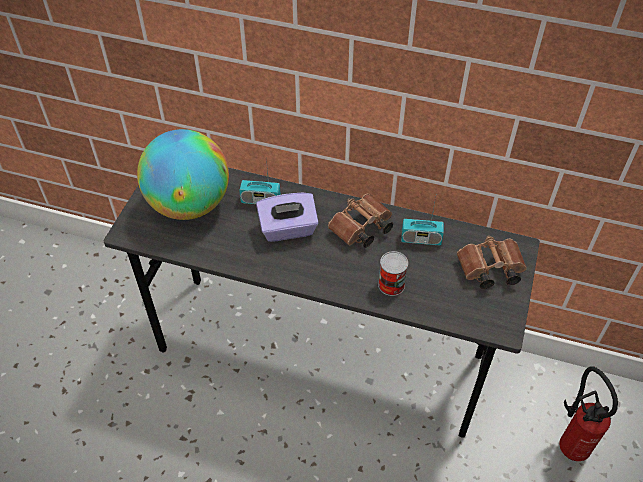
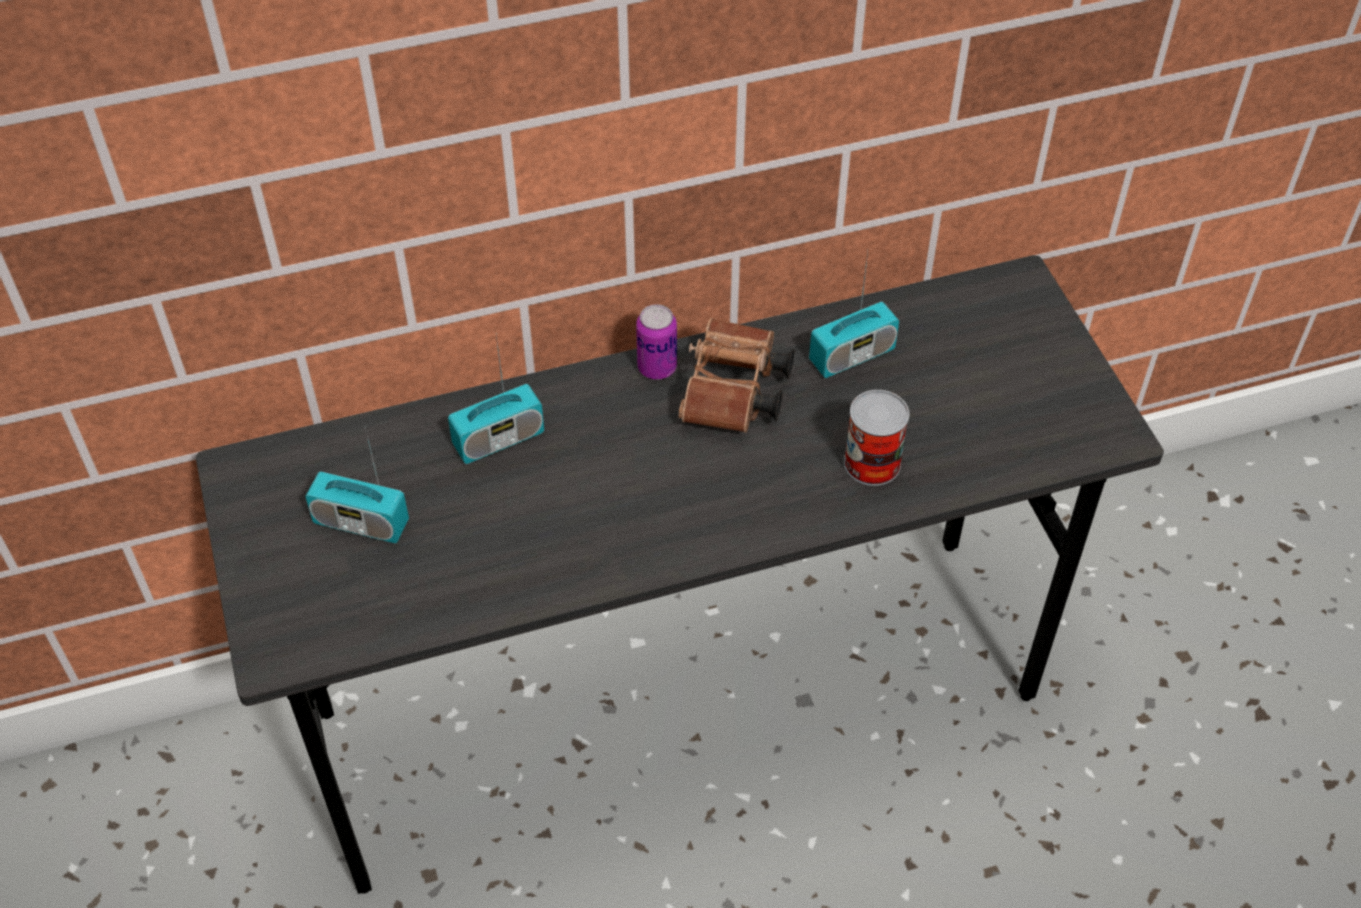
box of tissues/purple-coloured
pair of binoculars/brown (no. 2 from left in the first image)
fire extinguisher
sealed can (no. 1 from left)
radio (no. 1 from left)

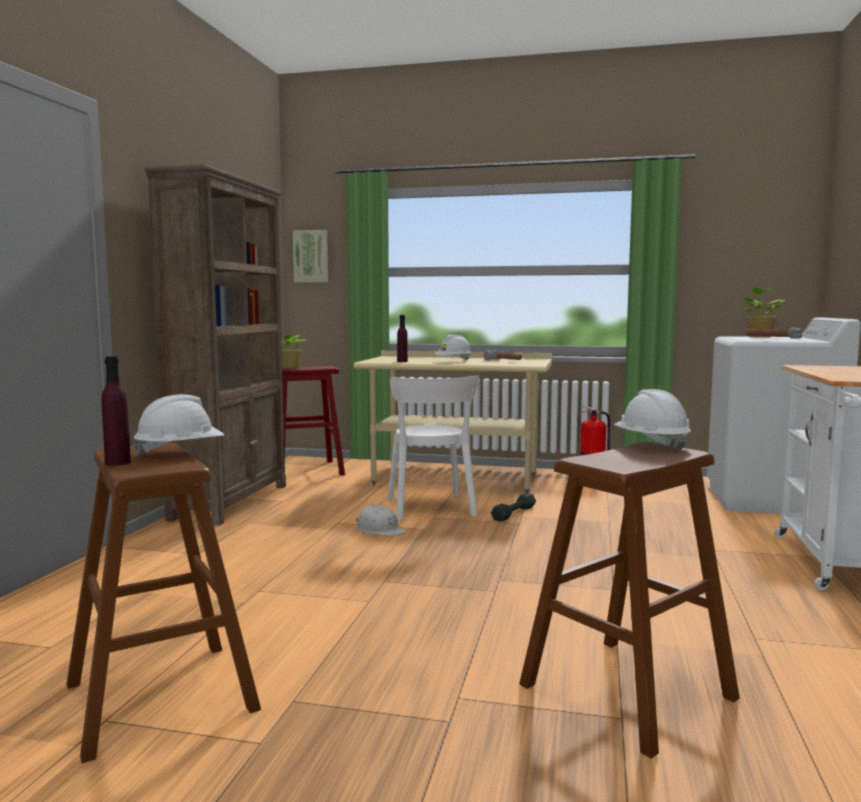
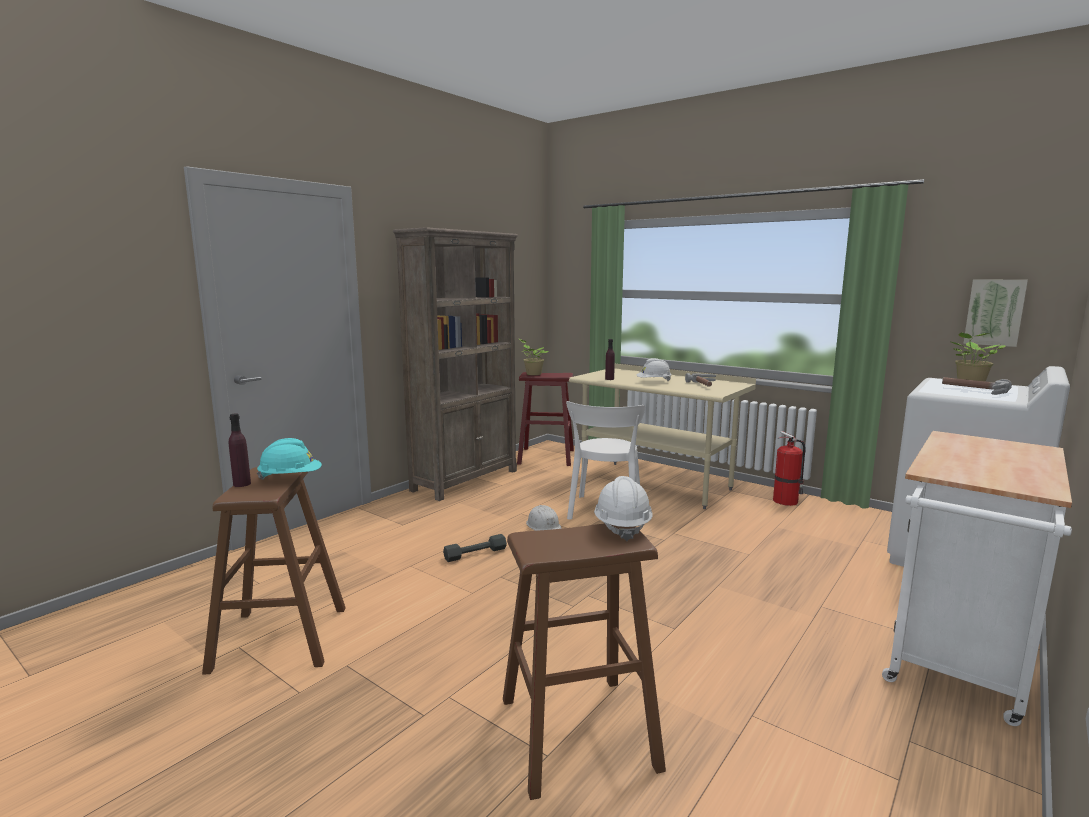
wall picture
hand weight/gray
hard hat/turquoise-coloured

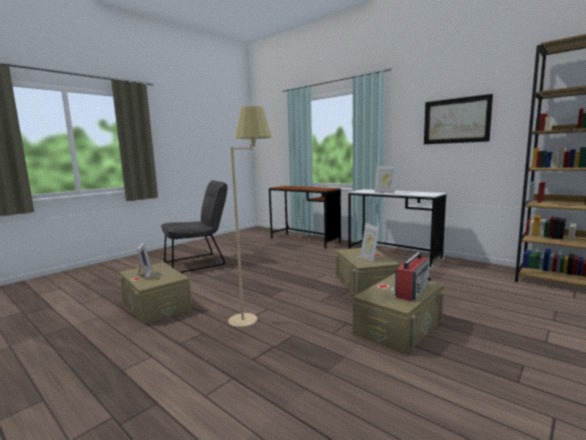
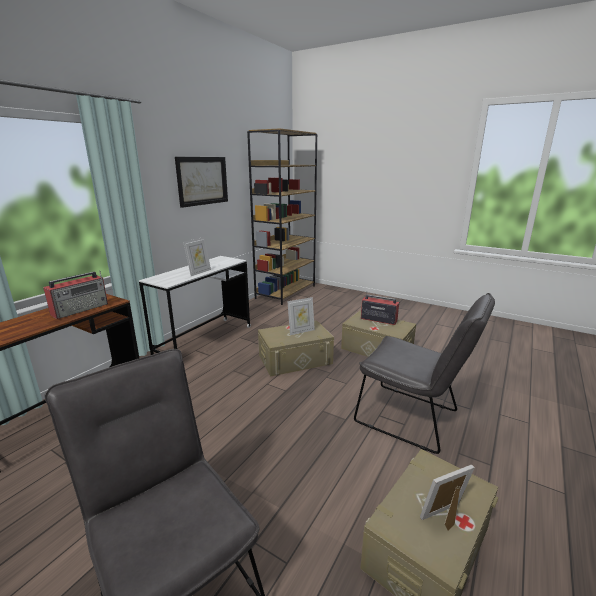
radio (no. 1 from left)
upright chair/gray (no. 2 from left)

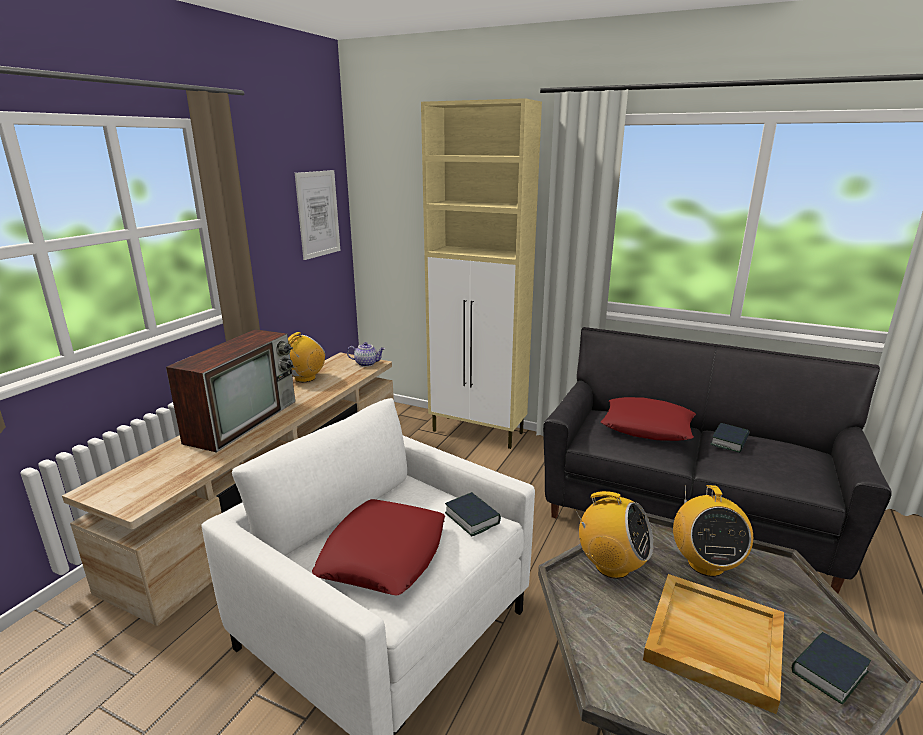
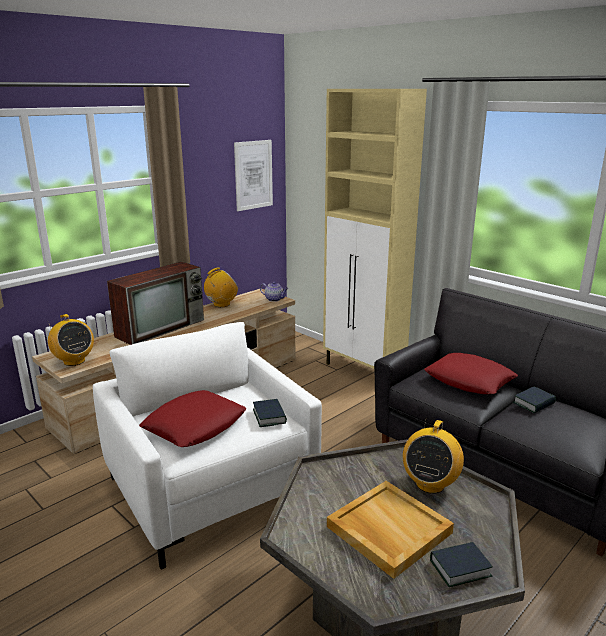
radio (no. 1 from left)

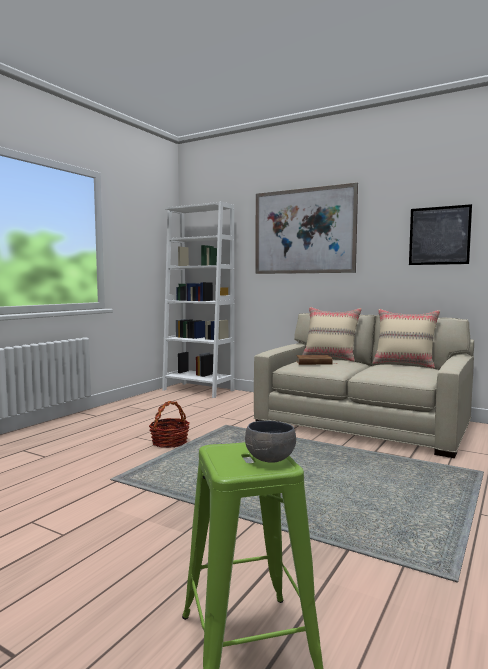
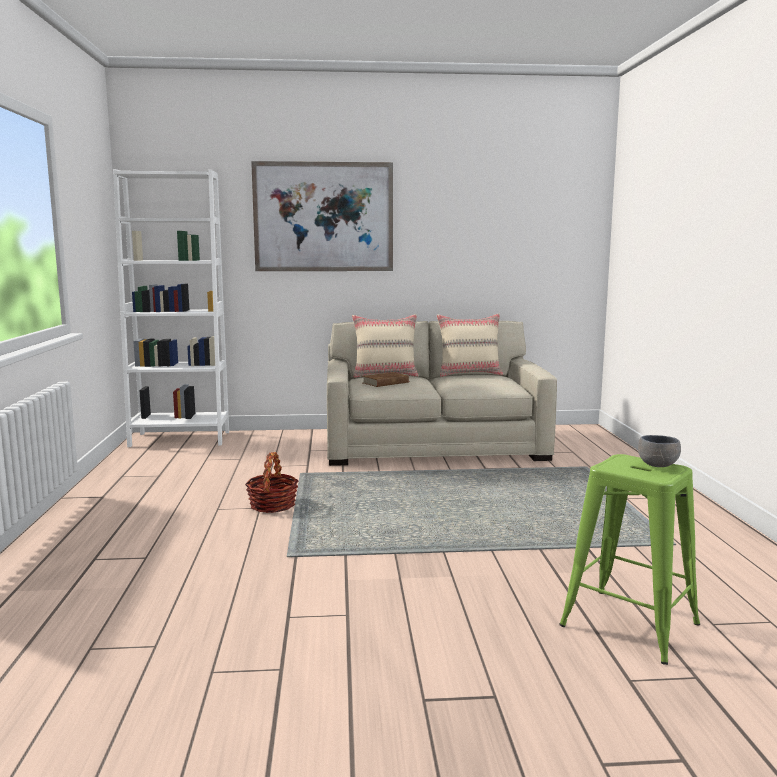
wall picture (no. 2 from left in the first image)

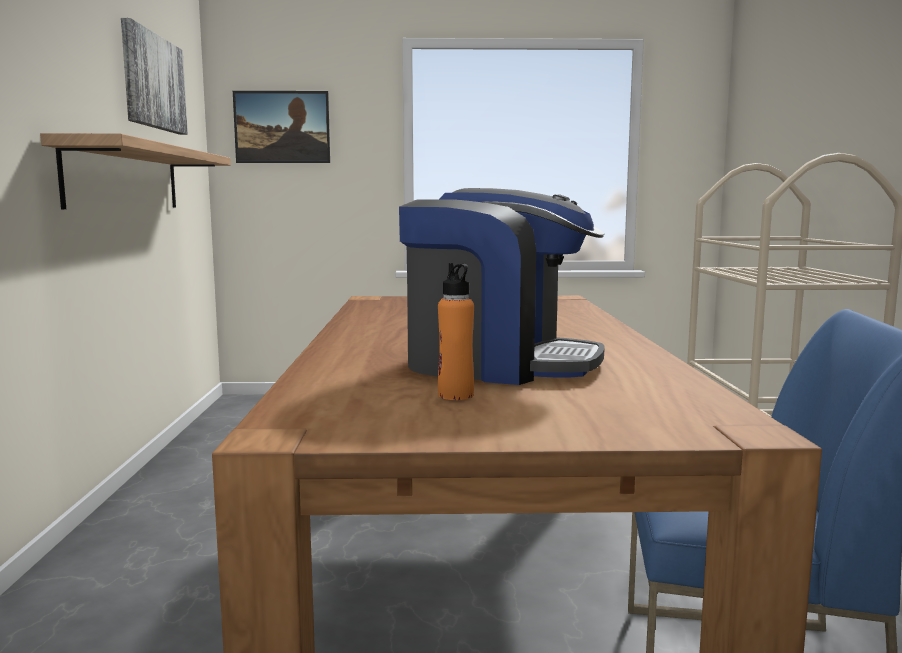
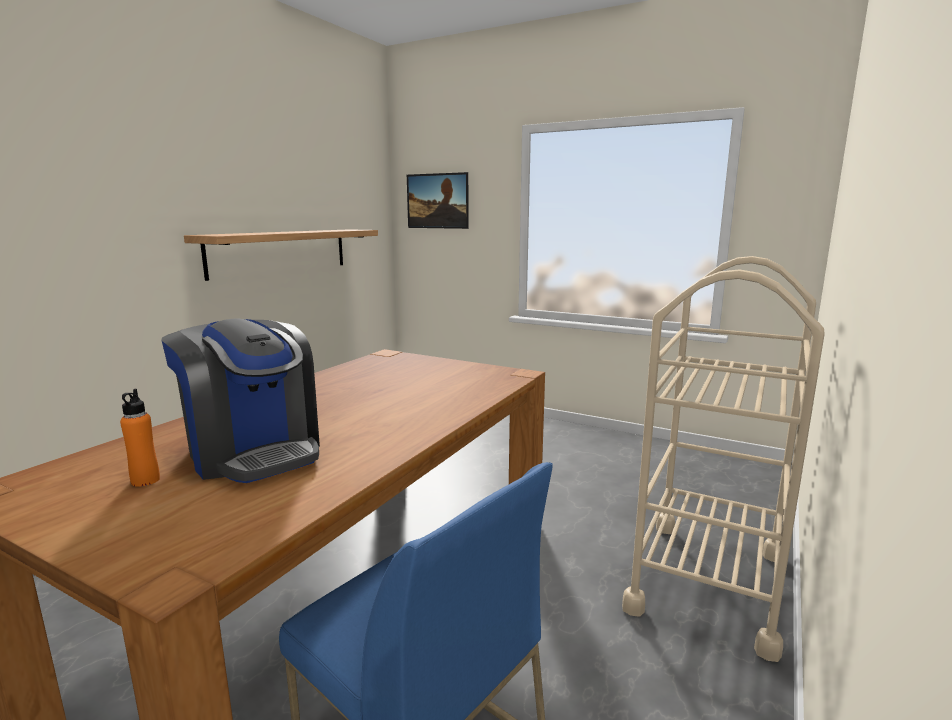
wall picture (no. 1 from left in the first image)

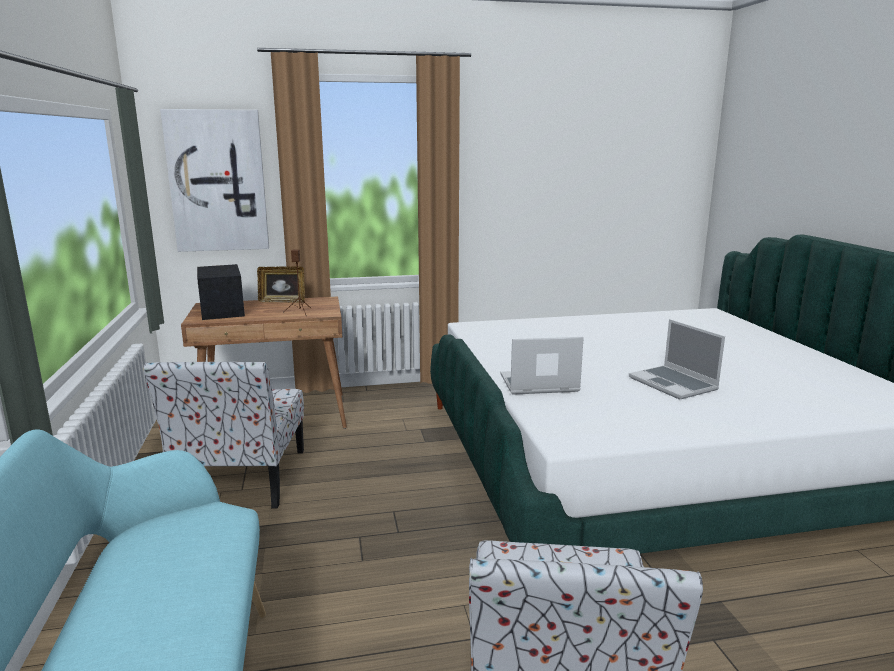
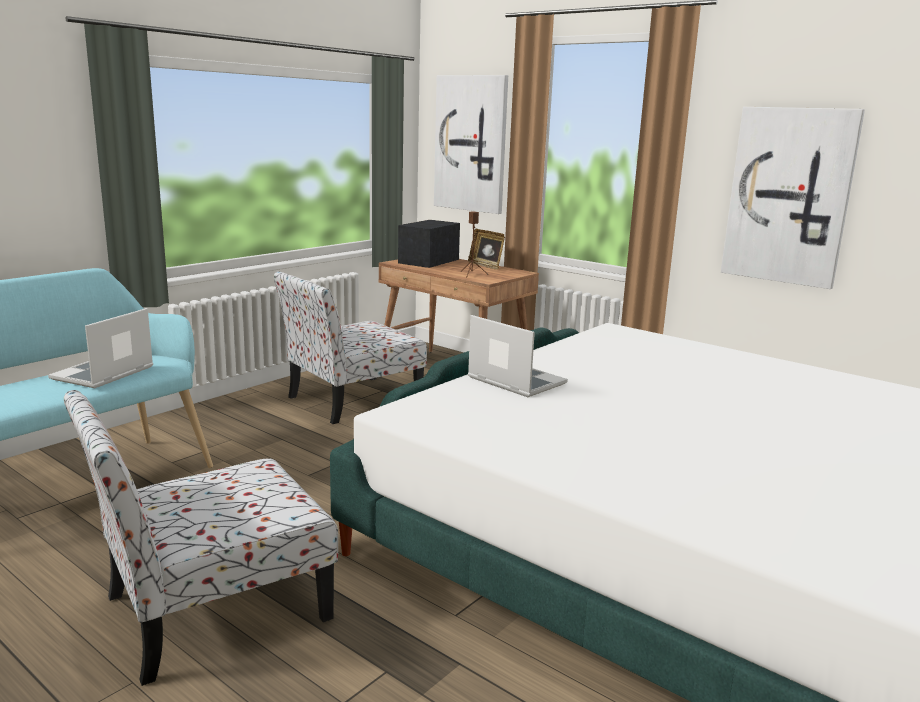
wall picture (no. 2 from left)
portable computer (no. 1 from left)

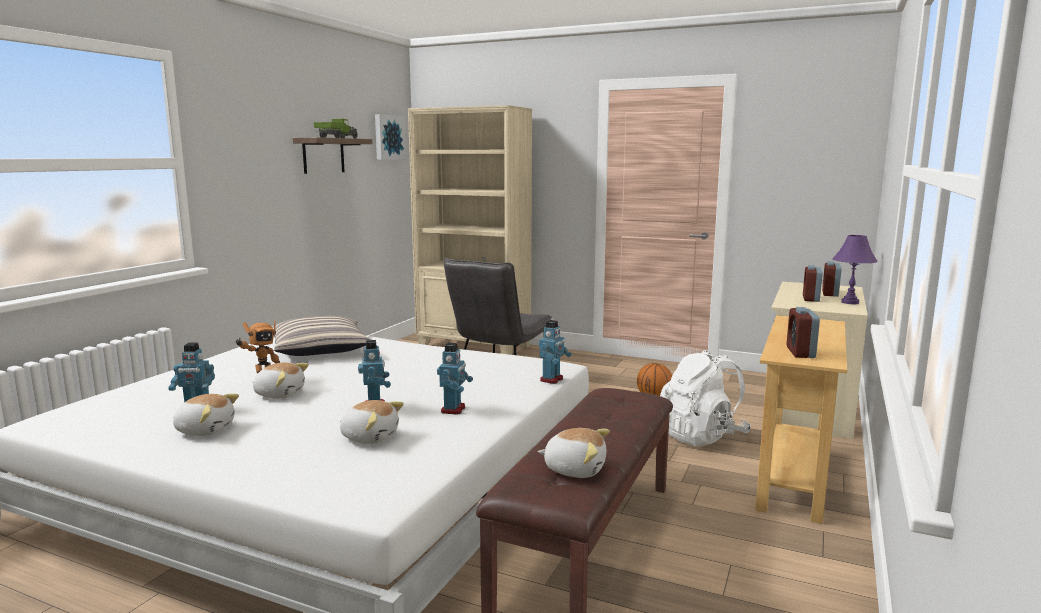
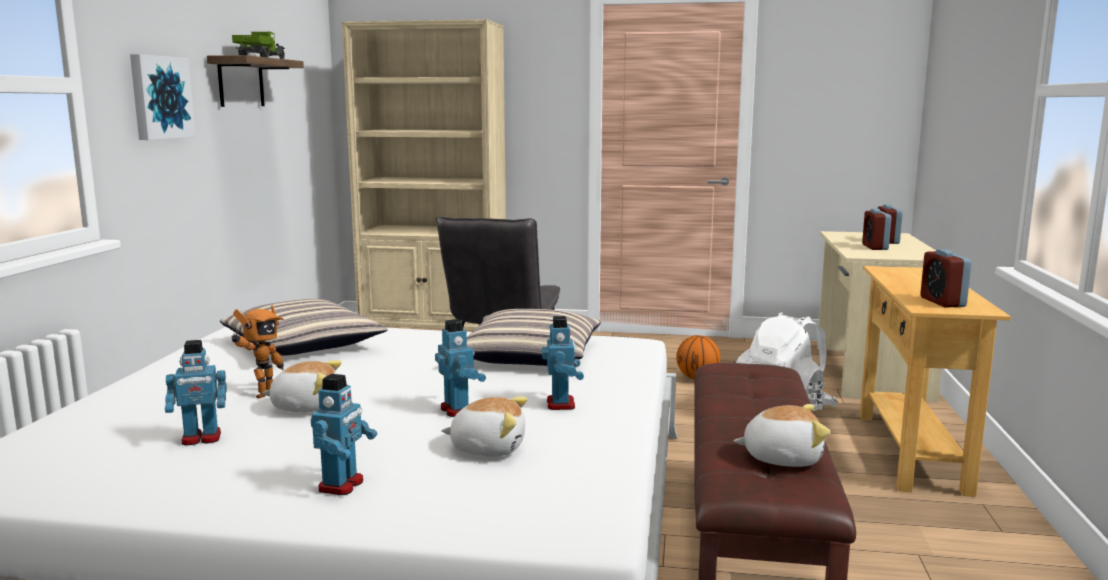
plush toy (no. 1 from left in the first image)
table lamp/purple-coloured
throw pillow (no. 2 from left)
wall picture
robot figure (no. 3 from left)

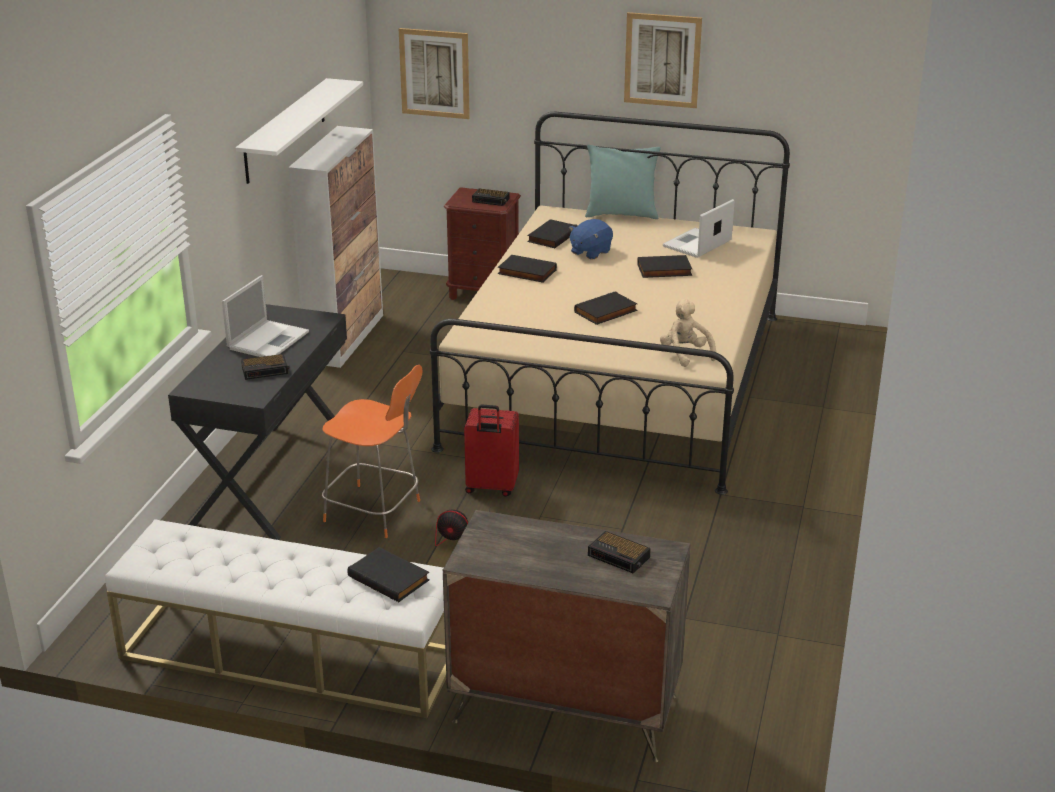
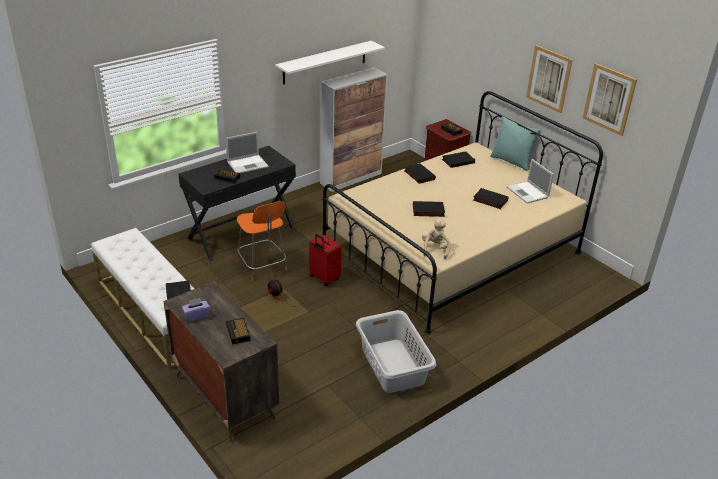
plush toy/blue
box of tissues/purple-coloured
laundry basket/gray
wall picture (no. 2 from left)
portable computer (no. 2 from left)

